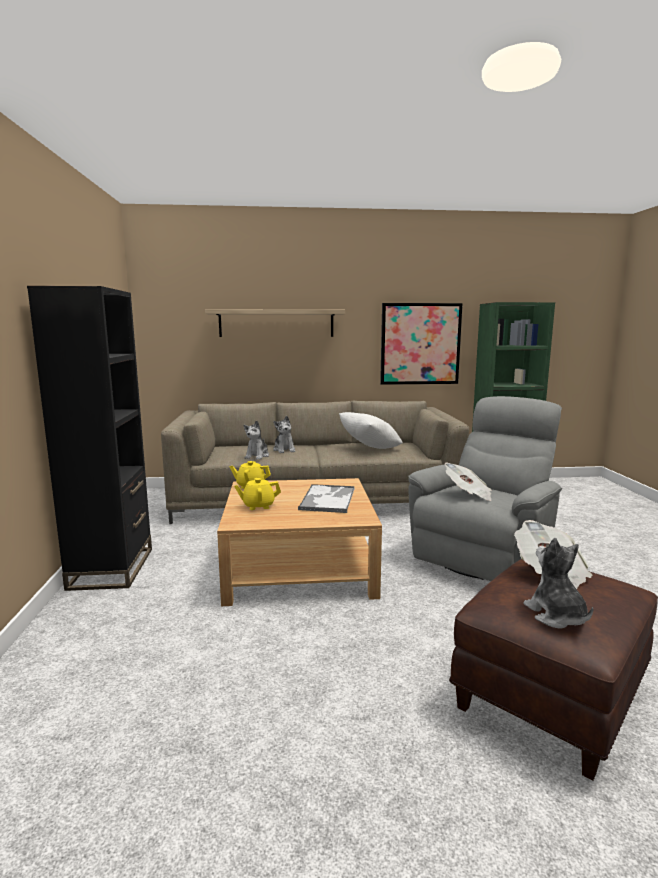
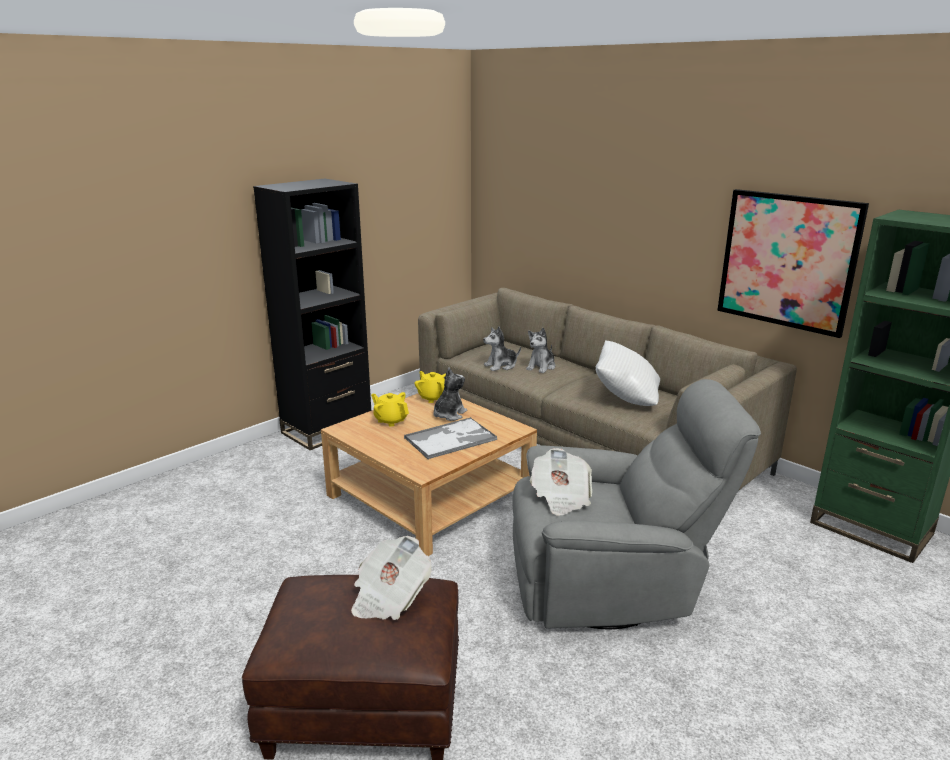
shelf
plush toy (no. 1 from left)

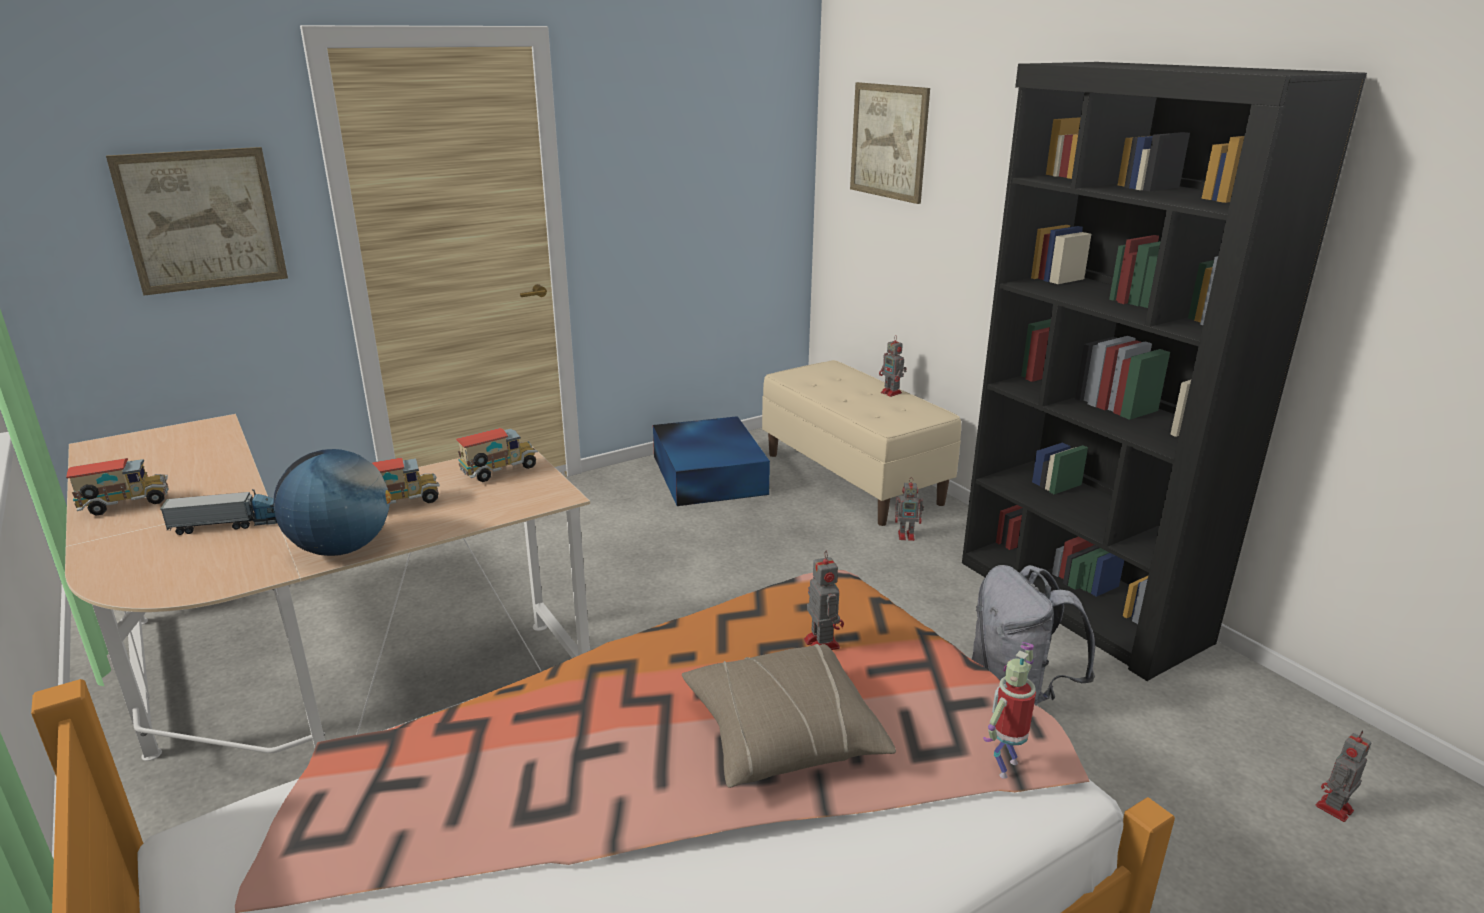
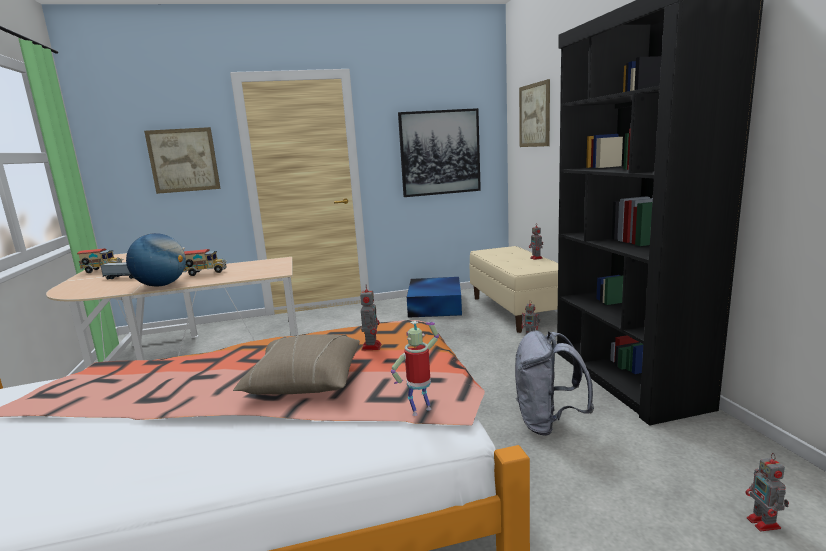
toy truck (no. 4 from left in the first image)
wall picture (no. 2 from left)
robot figure (no. 5 from left)

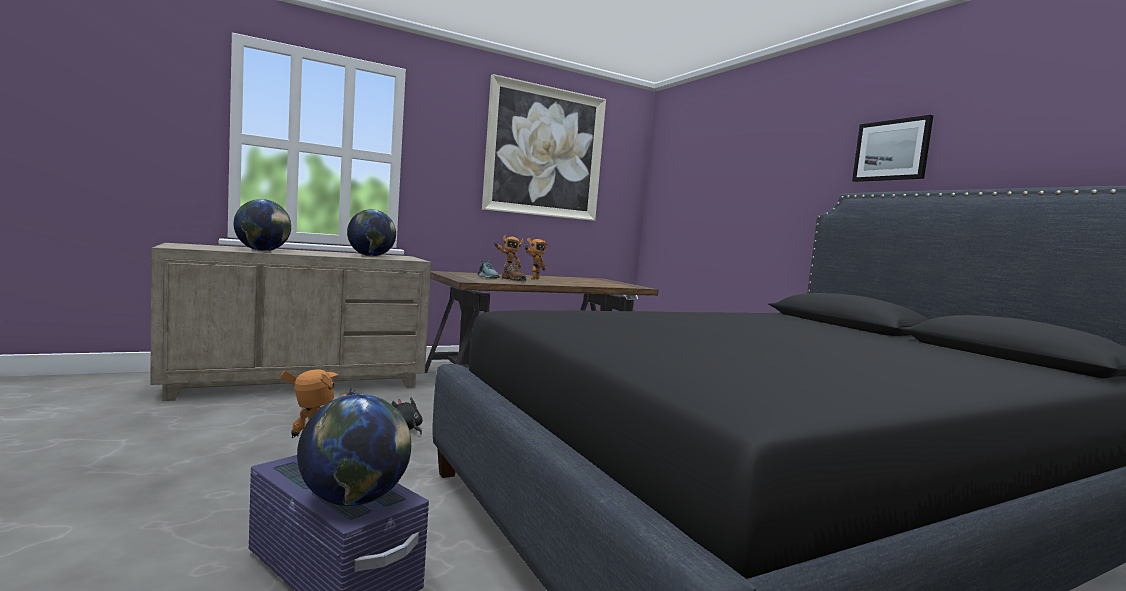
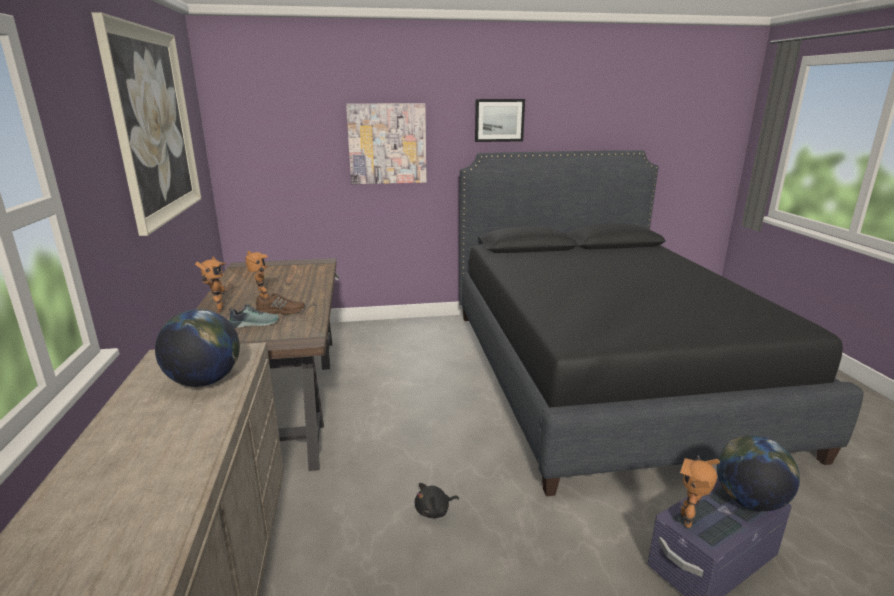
globe (no. 1 from left in the first image)
wall picture (no. 2 from left)

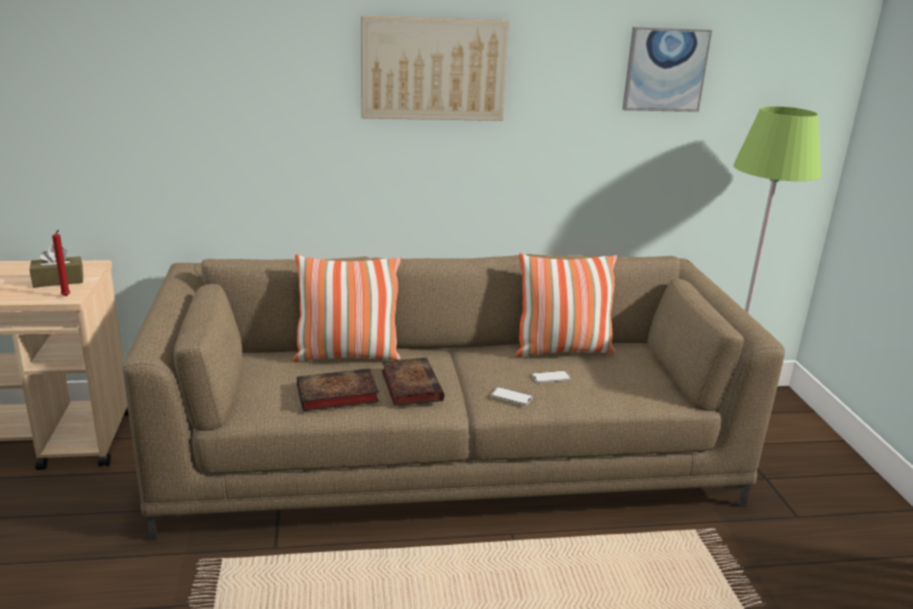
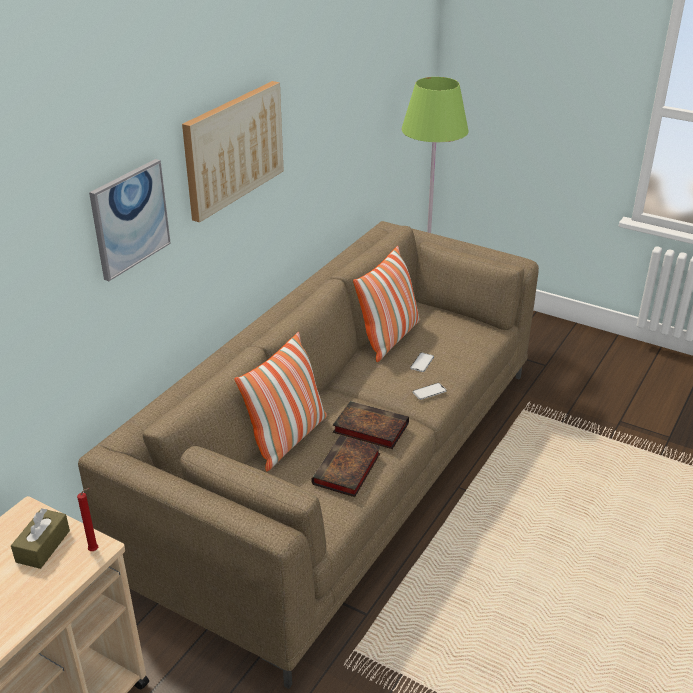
wall picture (no. 1 from left)

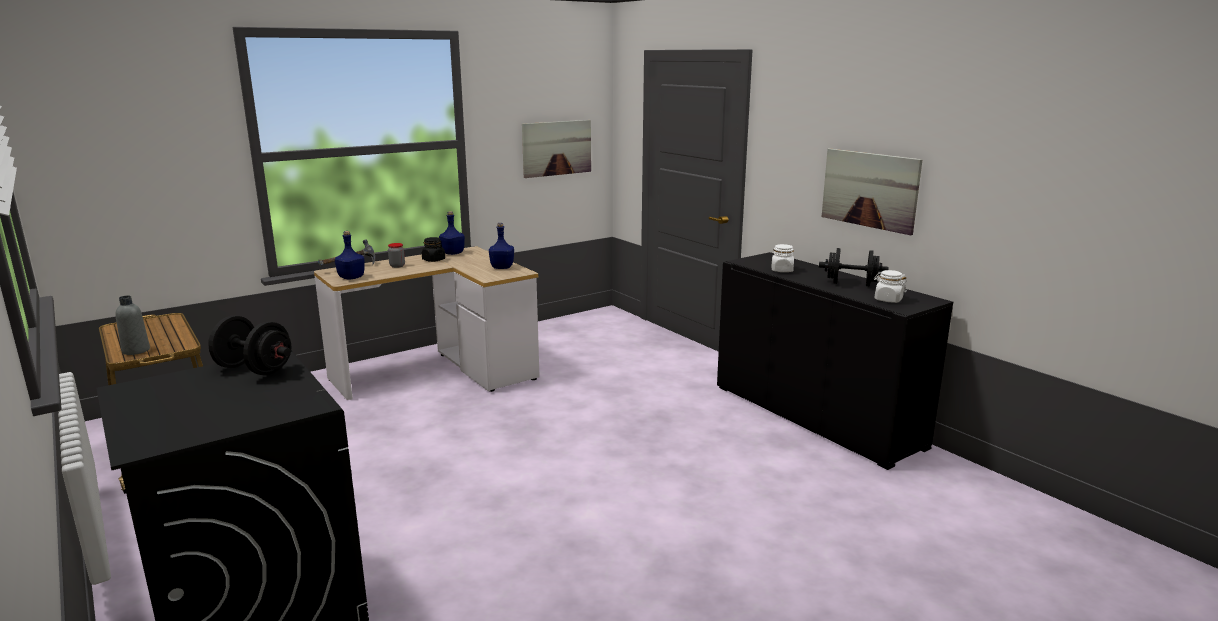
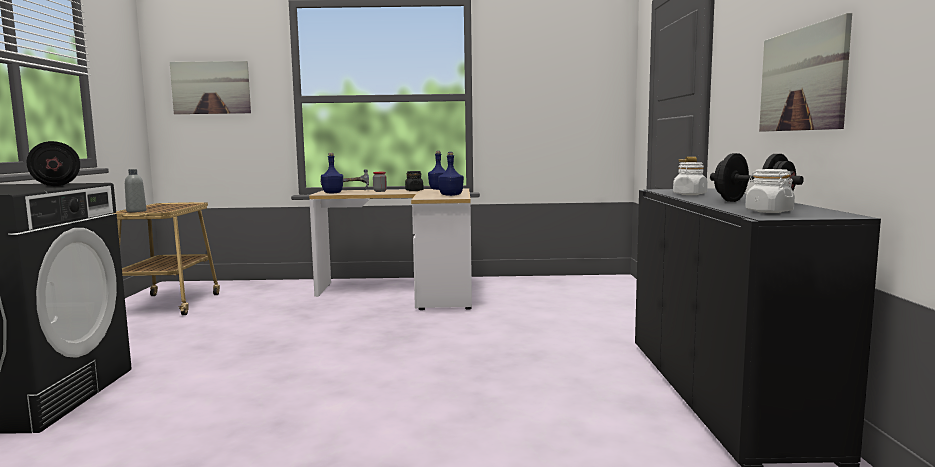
wall picture (no. 1 from left)

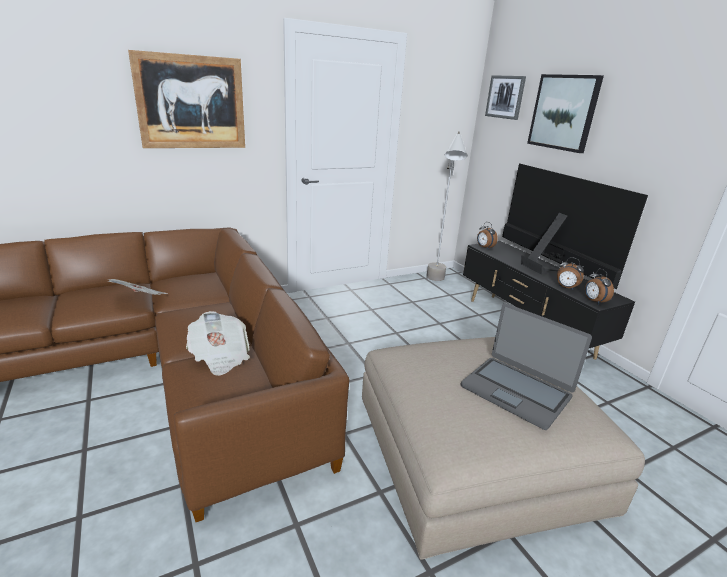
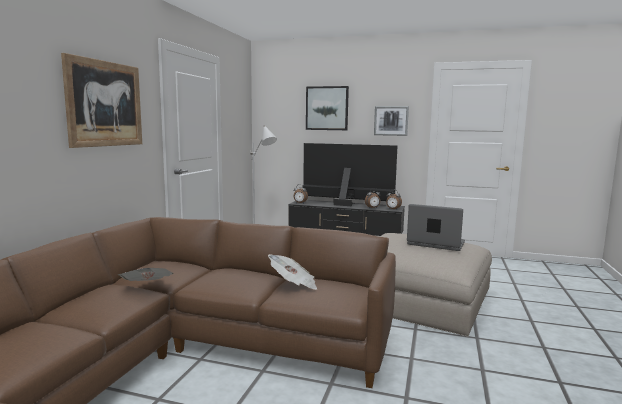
wall picture (no. 3 from left)
portable computer

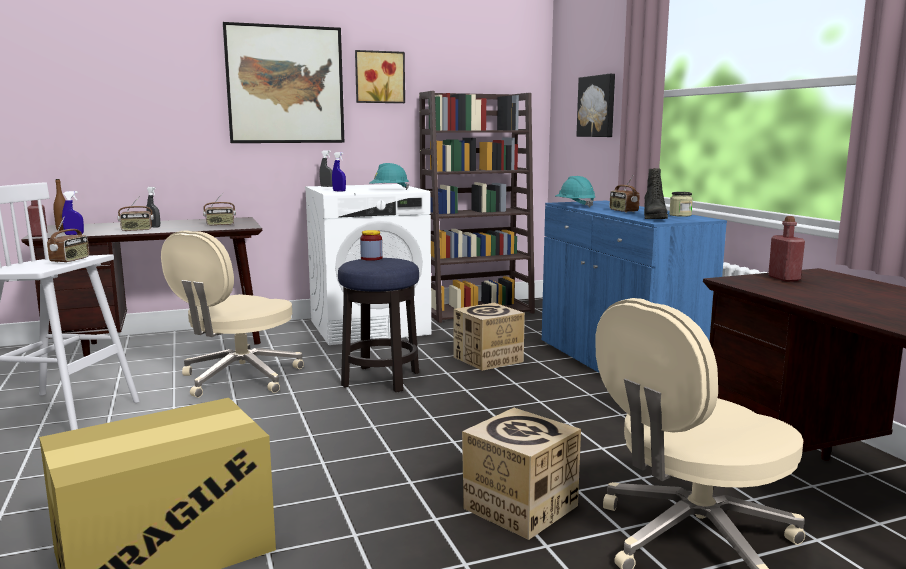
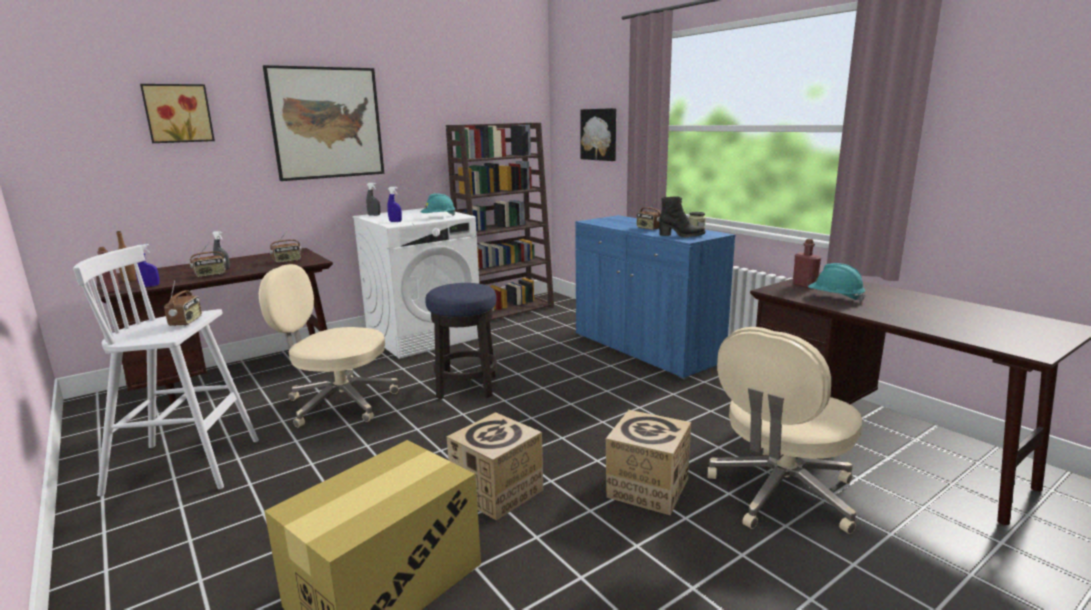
jar (no. 1 from left in the first image)
wall picture (no. 1 from left)
carton (no. 2 from left)
hard hat/turquoise-coloured (no. 2 from left)
office chair/beige (no. 1 from left)
tall boot/blackish

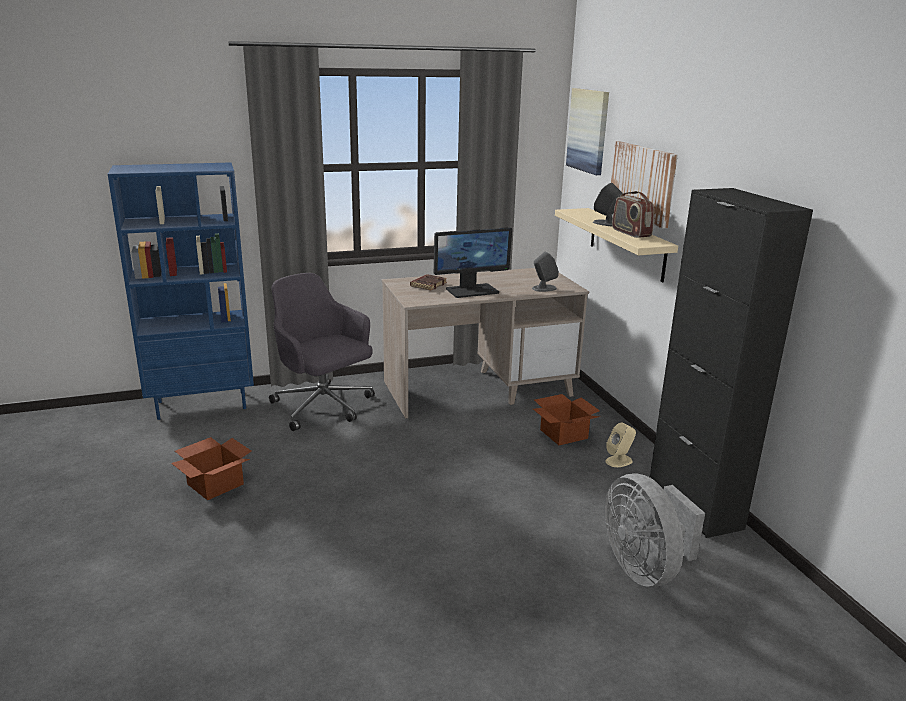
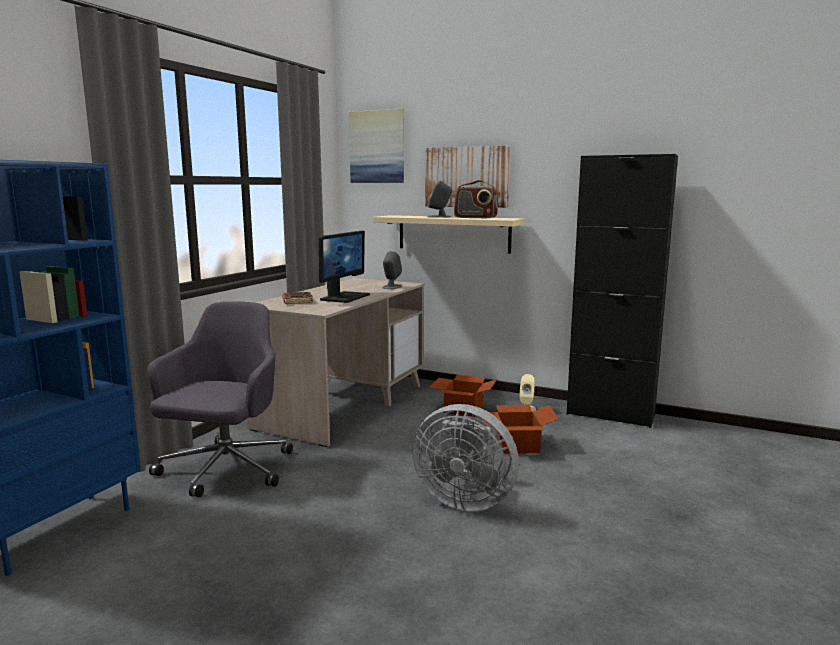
carton (no. 2 from left)
fan/gray
office chair/gray

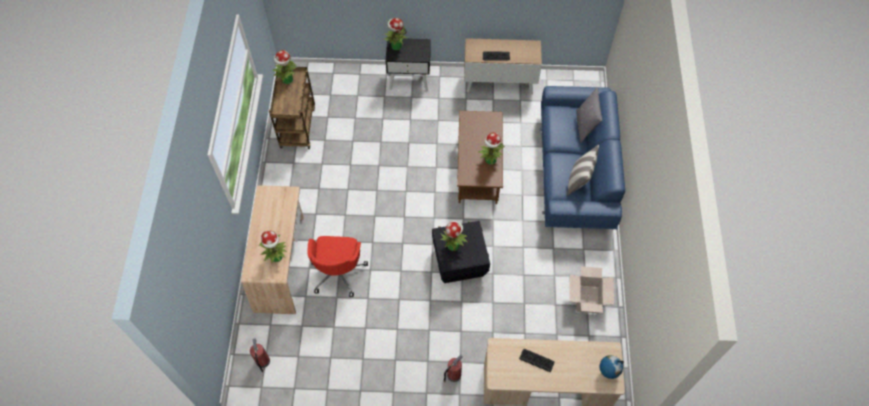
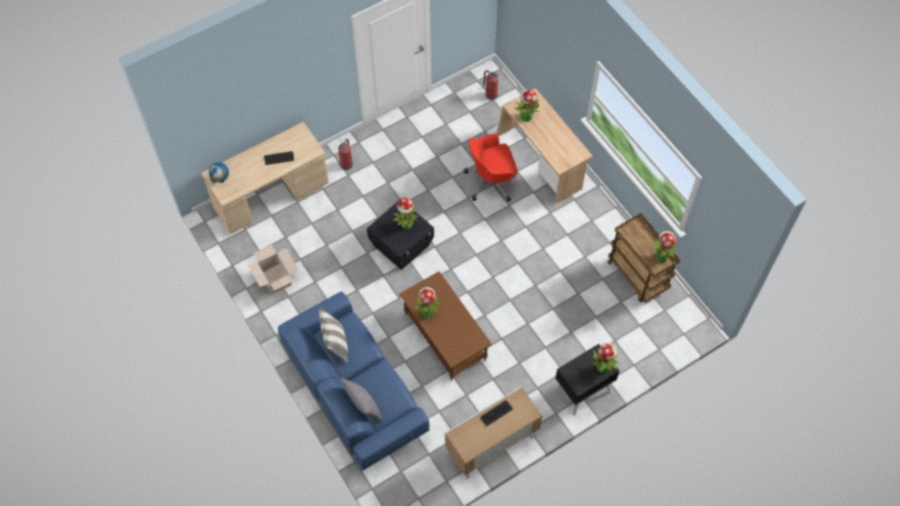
office chair/reddish

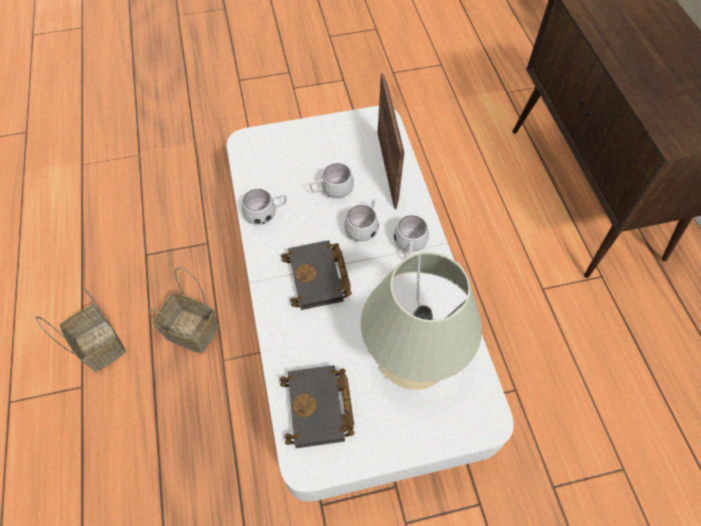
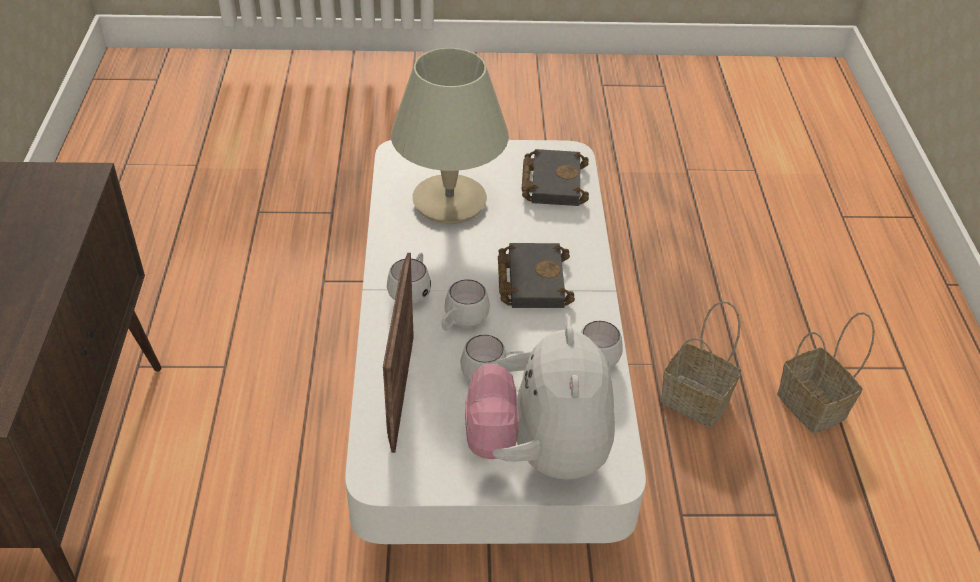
plush toy

